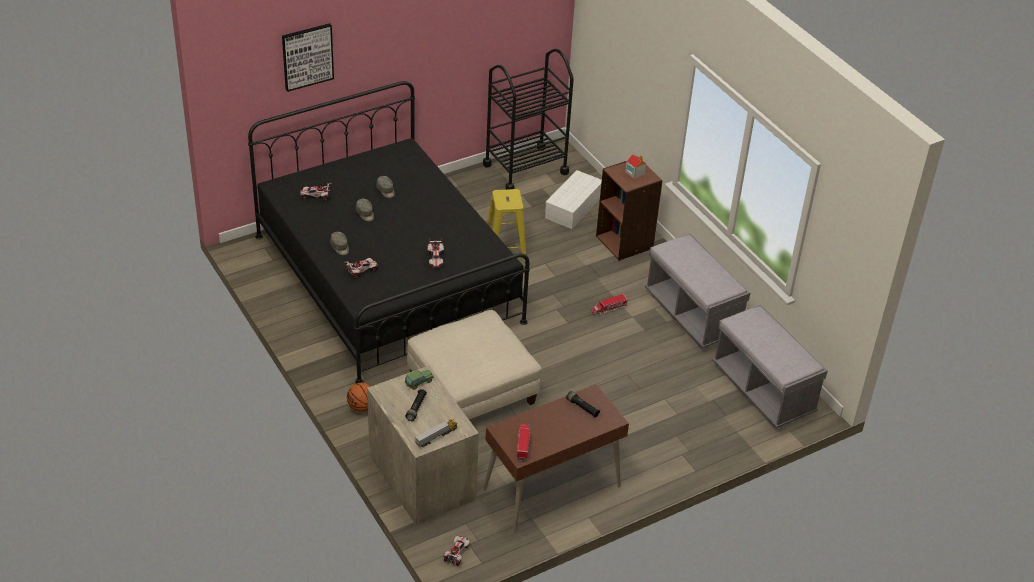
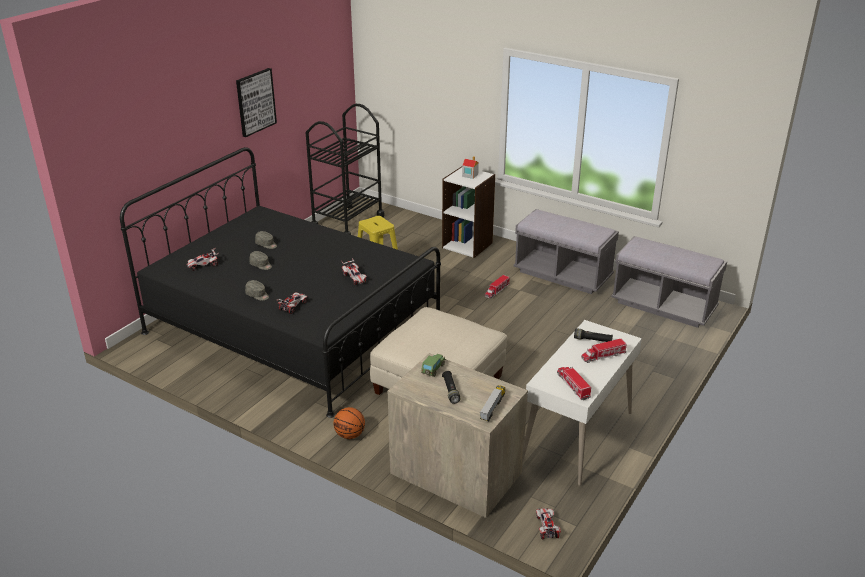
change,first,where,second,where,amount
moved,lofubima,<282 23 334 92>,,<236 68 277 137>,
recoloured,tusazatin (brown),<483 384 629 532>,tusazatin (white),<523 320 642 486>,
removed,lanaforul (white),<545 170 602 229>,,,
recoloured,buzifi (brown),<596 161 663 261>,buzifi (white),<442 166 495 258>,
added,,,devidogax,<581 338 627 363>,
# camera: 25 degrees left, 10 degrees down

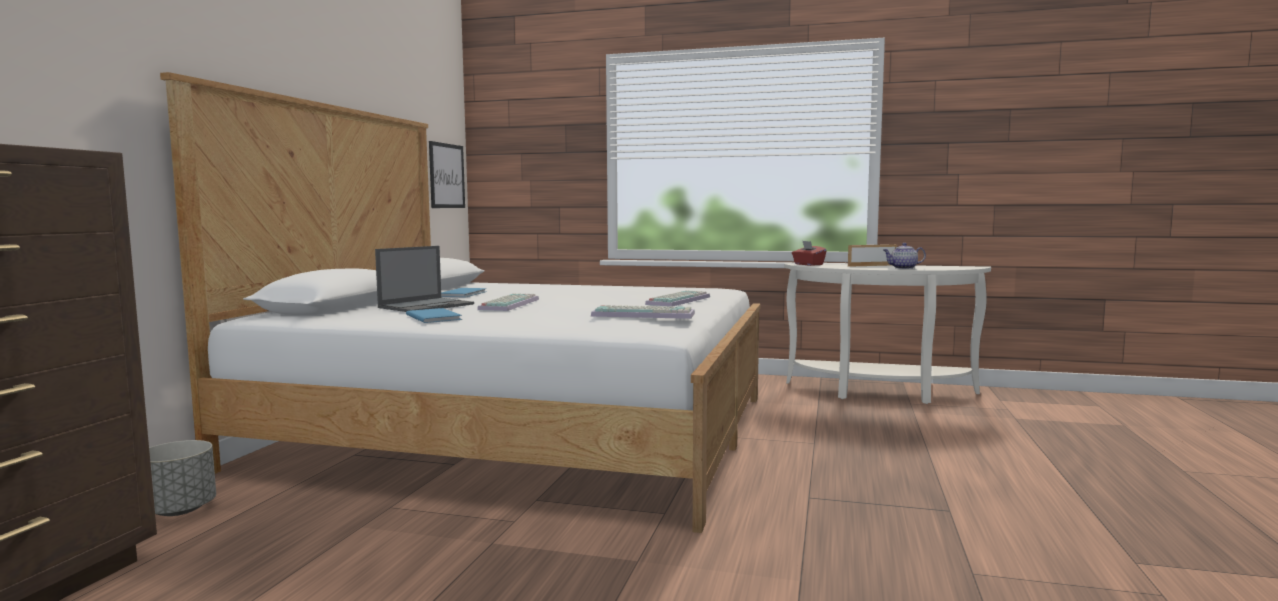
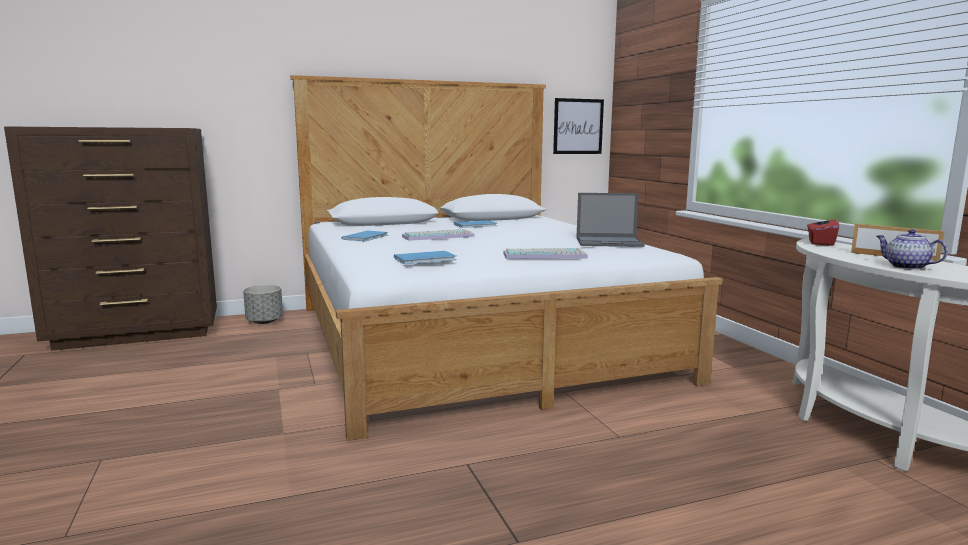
change,first,where,second,where,amount
moved,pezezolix,<375 246 474 312>,,<576 193 645 247>,
replaced,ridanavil,<591 305 695 319>,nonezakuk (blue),<394 251 457 264>,
# camera: 55 degrees right, 5 degrees up

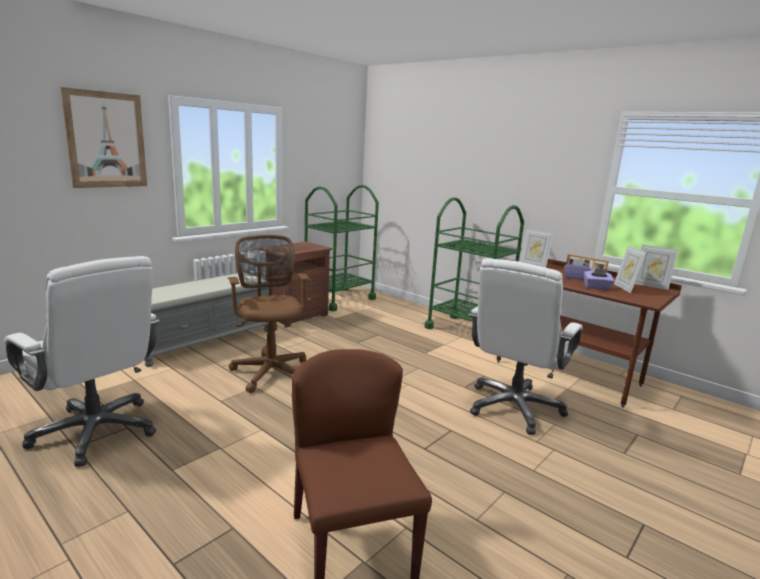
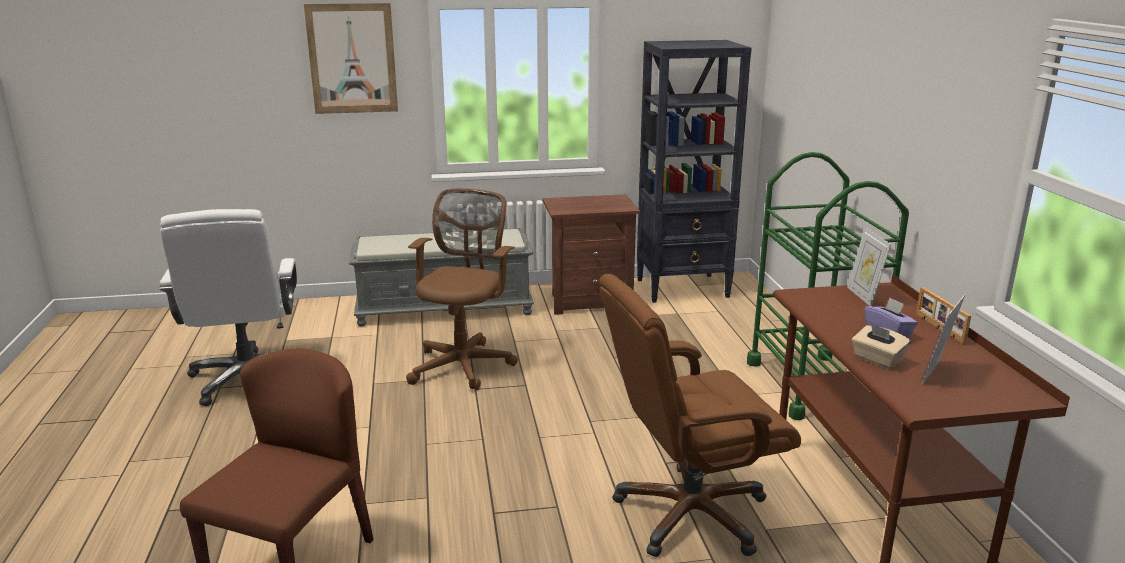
change,first,where,second,where,amount
replaced,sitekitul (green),<305 185 379 311>,buzifi (black),<637 40 752 303>,
recoloured,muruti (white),<469 258 583 435>,muruti (brown),<599 274 801 557>,
recoloured,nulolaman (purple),<584 268 614 290>,nulolaman (beige),<852 324 911 369>,
removed,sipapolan,<635 245 678 290>,,,
# camera: 40 degrees right, 5 degrees up

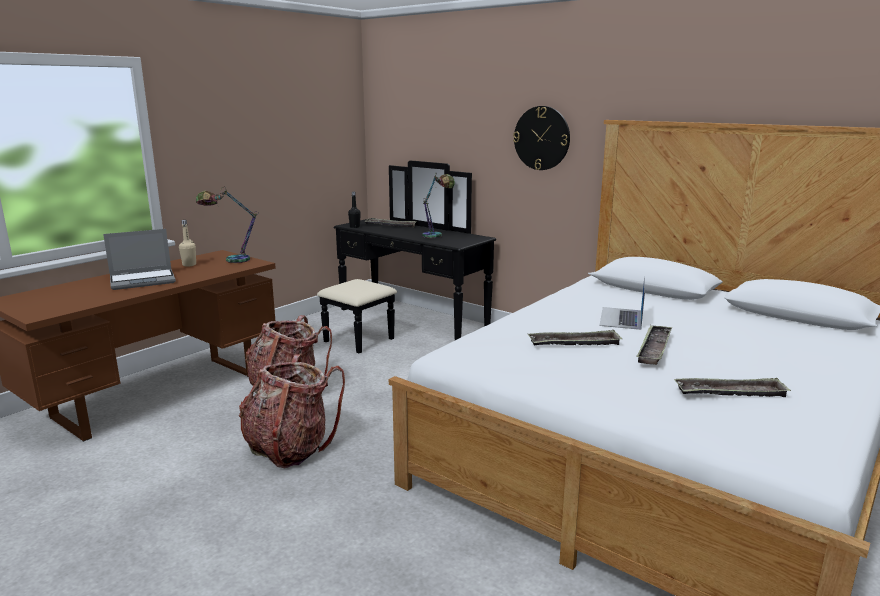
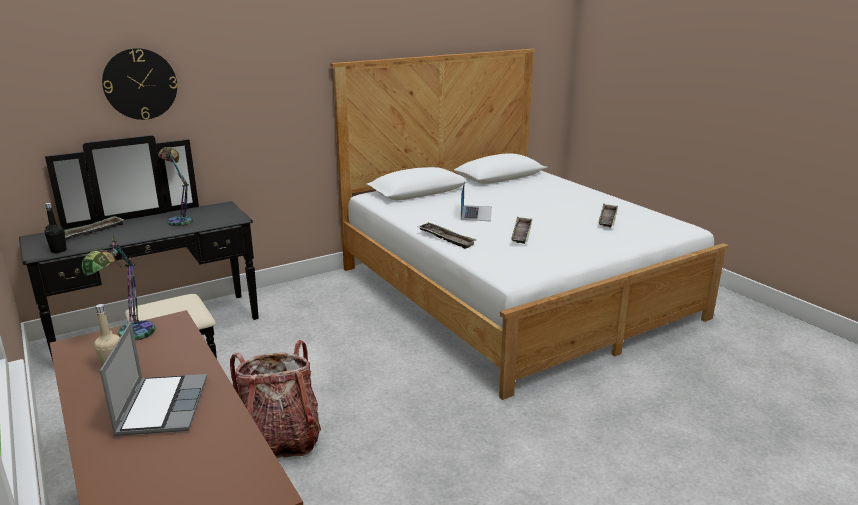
change,first,where,second,where,amount
removed,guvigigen,<239 354 345 468>,,,
moved,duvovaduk,<513 106 570 170>,,<102 48 177 120>,
turned,pezezolix,<599 277 645 330>,,<461 180 492 221>,120 degrees counterclockwise
moved,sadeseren,<636 325 672 365>,,<418 222 477 249>,
# camera: 70 degrees left, 5 degrees up

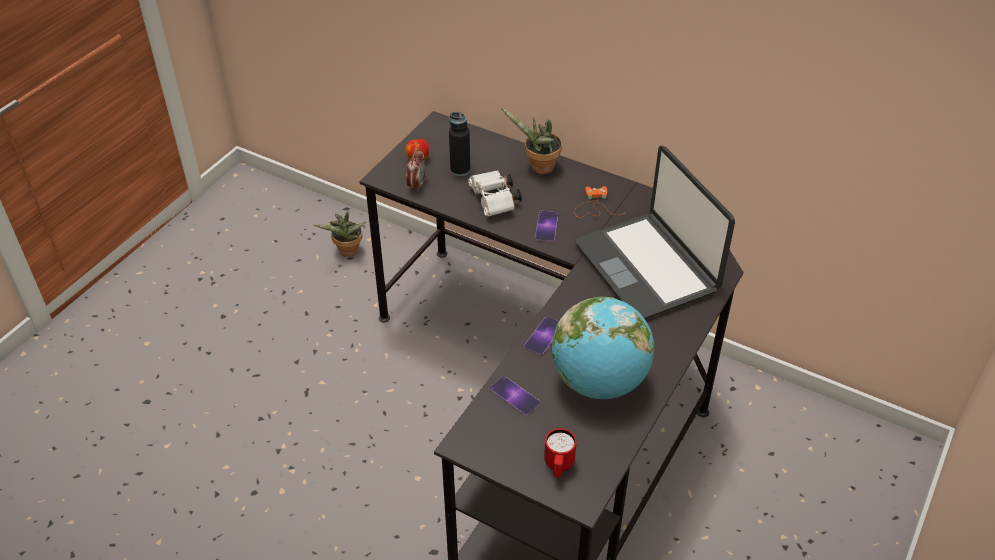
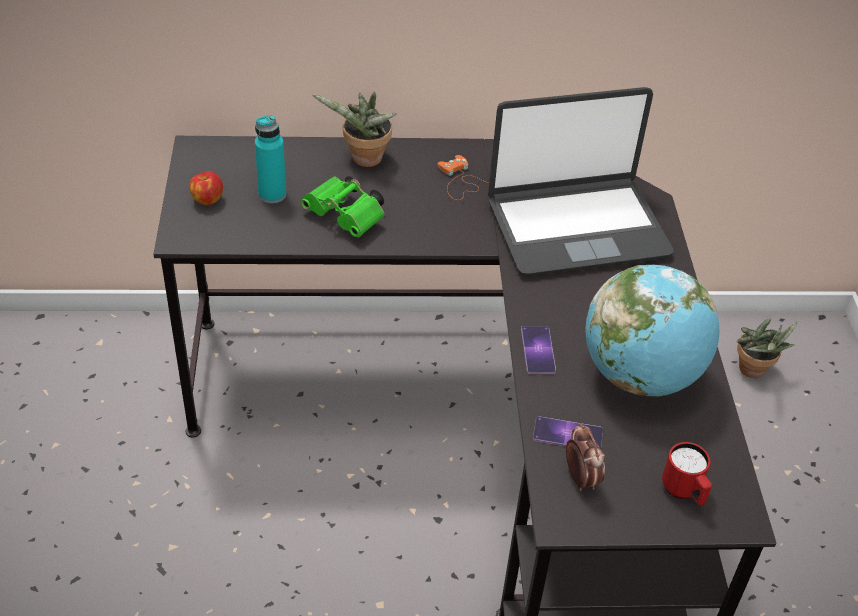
change,first,where,second,where,amount
moved,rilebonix,<314 212 366 257>,,<737 318 798 378>,
moved,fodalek,<406 149 426 192>,,<566 423 605 491>,
recoloured,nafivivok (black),<449 112 470 176>,nafivivok (turquoise),<255 115 286 203>,
recoloured,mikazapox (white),<468 170 522 217>,mikazapox (green),<301 176 384 237>,
removed,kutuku,<535 211 558 242>,,,
turned,pezezolix,<575 146 735 319>,,<488 87 673 276>,45 degrees counterclockwise
# camera: 35 degrees left, 0 degrees up

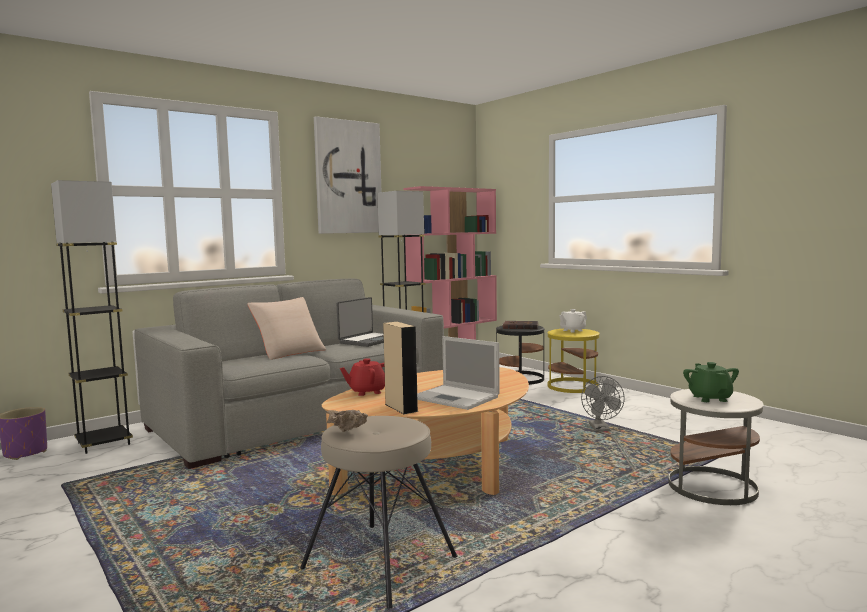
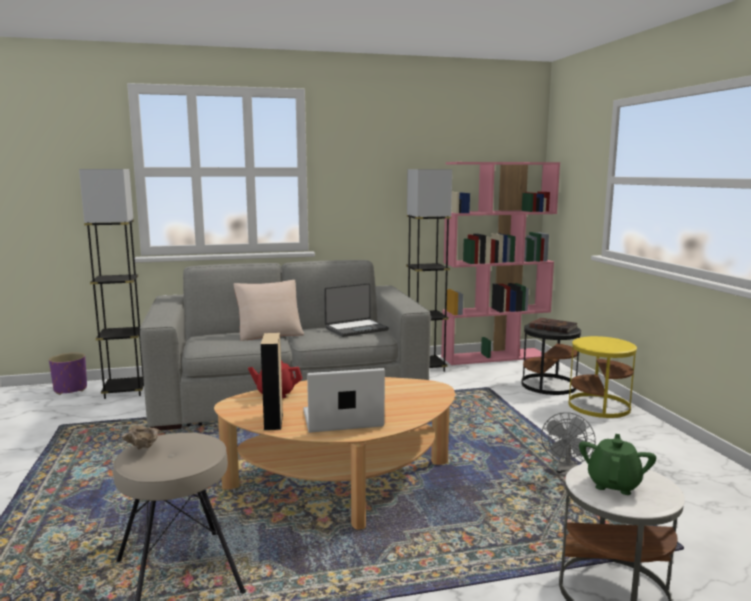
change,first,where,second,where,amount
removed,lofubima,<314 116 382 234>,,,
turned,pezezolix,<417 336 500 410>,,<303 368 385 433>,105 degrees clockwise
removed,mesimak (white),<559 309 587 332>,,,
# camera: 25 degrees right, 5 degrees up

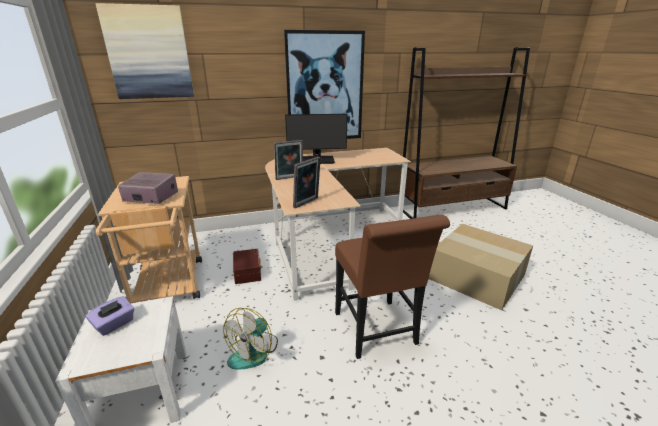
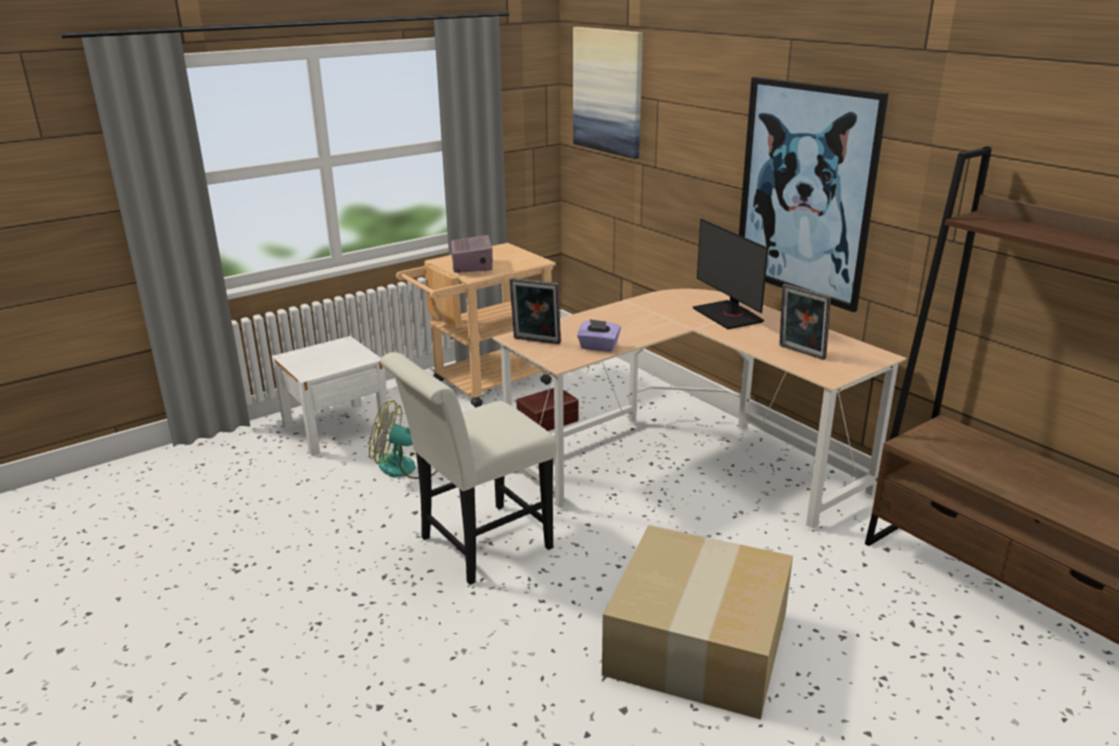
change,first,where,second,where,amount
moved,nulolaman (purple),<85 296 134 336>,,<577 319 621 352>,
moved,sipapolan,<274 140 303 180>,,<779 284 831 360>,
recoloured,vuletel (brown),<335 215 450 359>,vuletel (white),<380 352 557 585>,
# camera: 70 degrees right, 0 degrees up

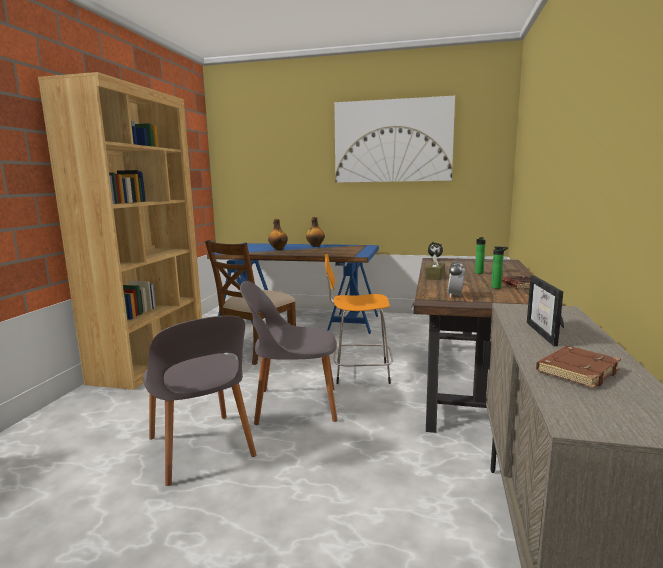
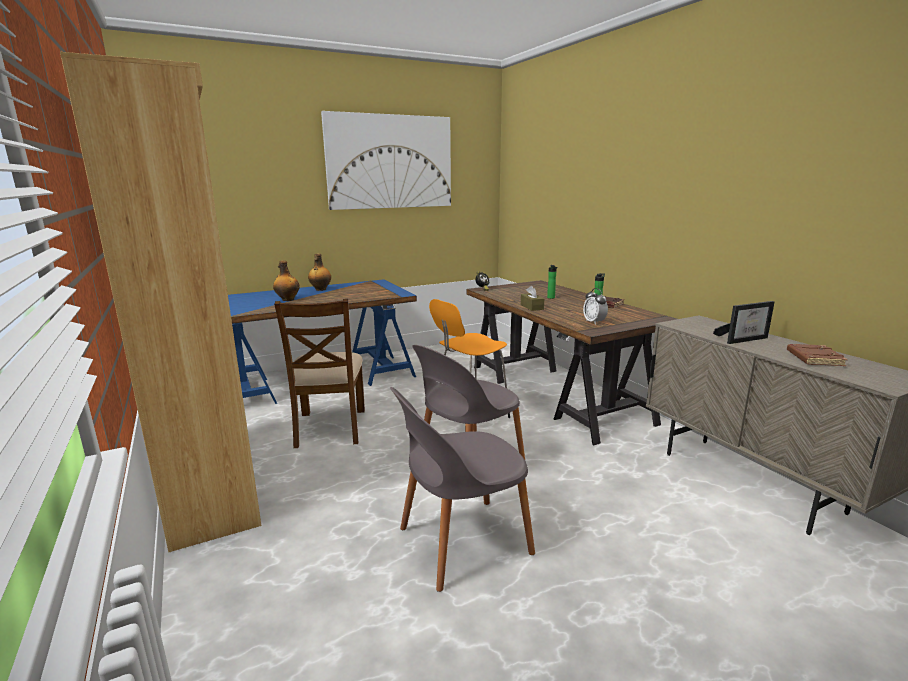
change,first,where,second,where,amount
turned,vuletel (grey),<143 315 256 486>,,<390 387 535 592>,135 degrees clockwise
turned,sipapolan,<527 276 564 346>,,<713 301 775 344>,75 degrees counterclockwise
# camera: 40 degrees left, 5 degrees up

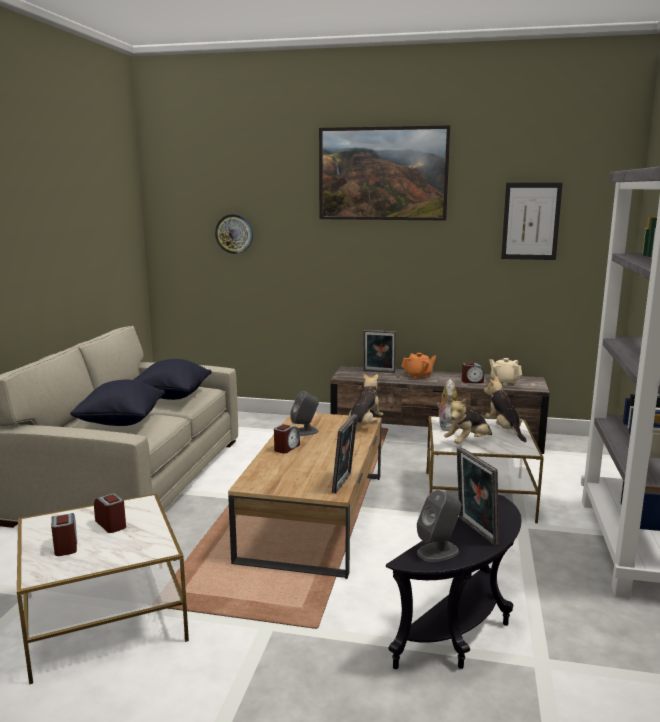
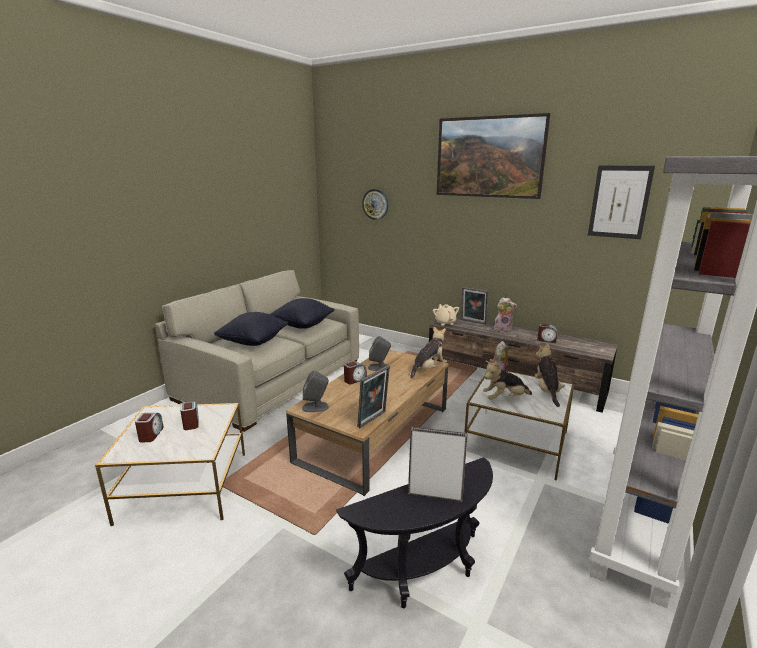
change,first,where,second,where,amount
replaced,mesimak (orange),<401 353 436 379>,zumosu,<494 298 517 332>,
moved,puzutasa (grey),<417 490 461 562>,,<302 370 329 412>,
turned,sipapolan,<457 447 499 546>,,<408 427 468 502>,105 degrees clockwise
moved,mesimak (beige),<489 358 522 385>,,<433 304 459 326>,
# camera: 20 degrees right, 5 degrees up

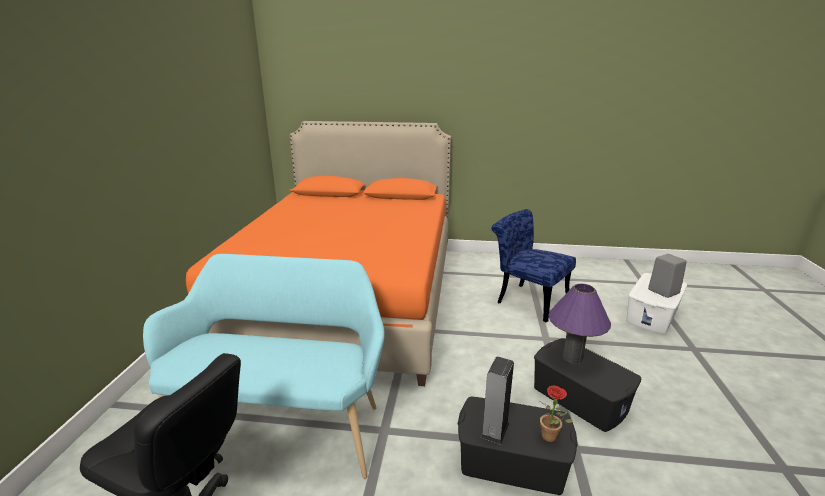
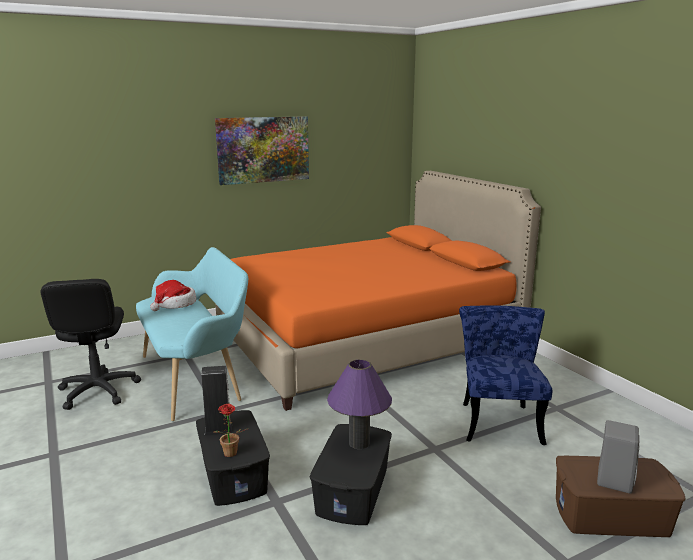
change,first,where,second,where,amount
recoloured,lanaforul (white),<627 273 687 334>,lanaforul (brown),<556 456 685 537>,
added,,,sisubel,<150 280 196 311>,
added,,,lofubima,<215 116 309 185>,
# camera: 55 degrees right, 5 degrees down

